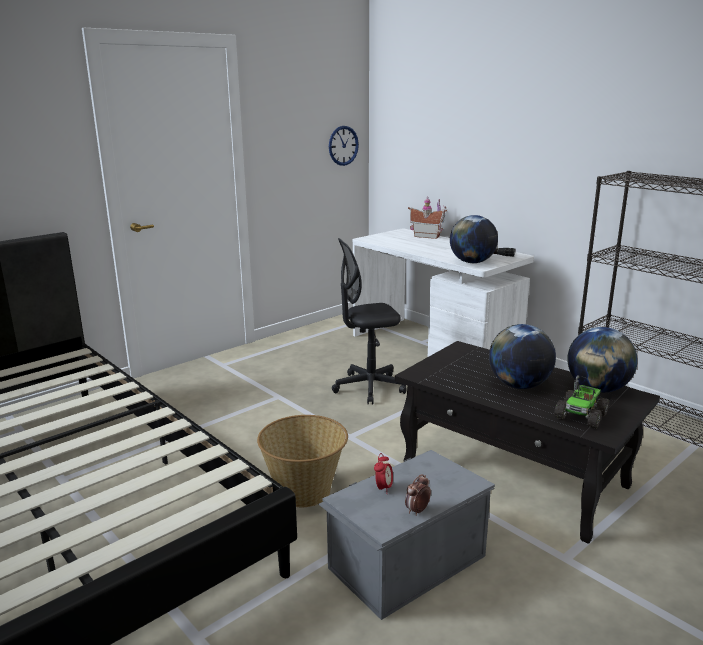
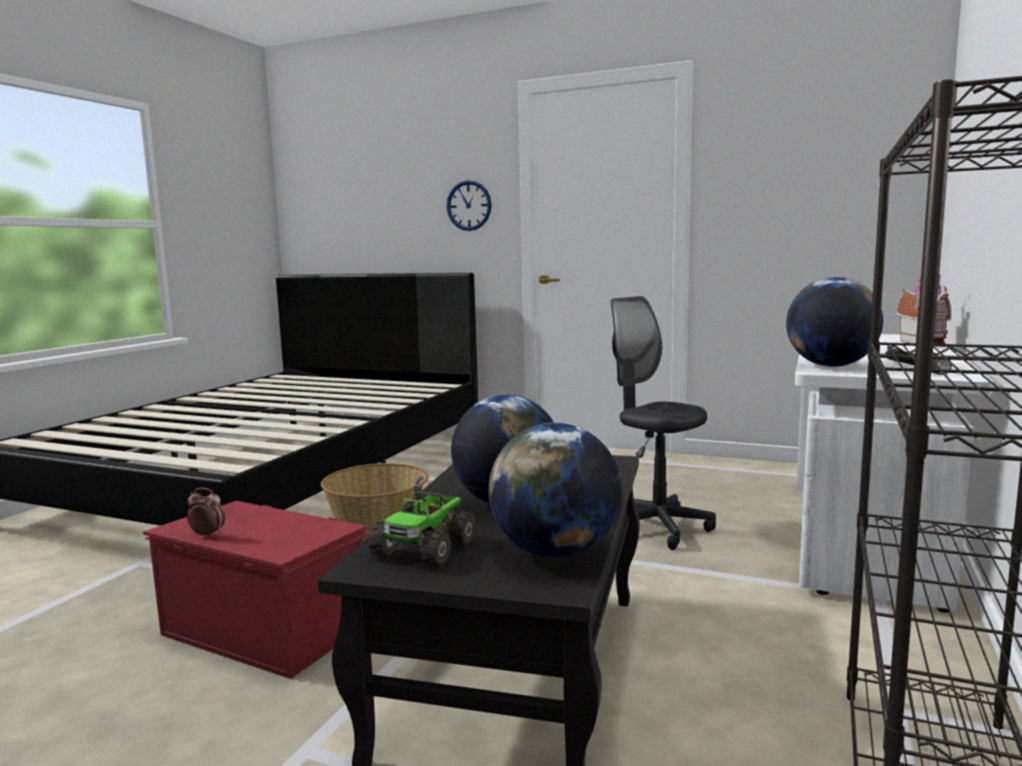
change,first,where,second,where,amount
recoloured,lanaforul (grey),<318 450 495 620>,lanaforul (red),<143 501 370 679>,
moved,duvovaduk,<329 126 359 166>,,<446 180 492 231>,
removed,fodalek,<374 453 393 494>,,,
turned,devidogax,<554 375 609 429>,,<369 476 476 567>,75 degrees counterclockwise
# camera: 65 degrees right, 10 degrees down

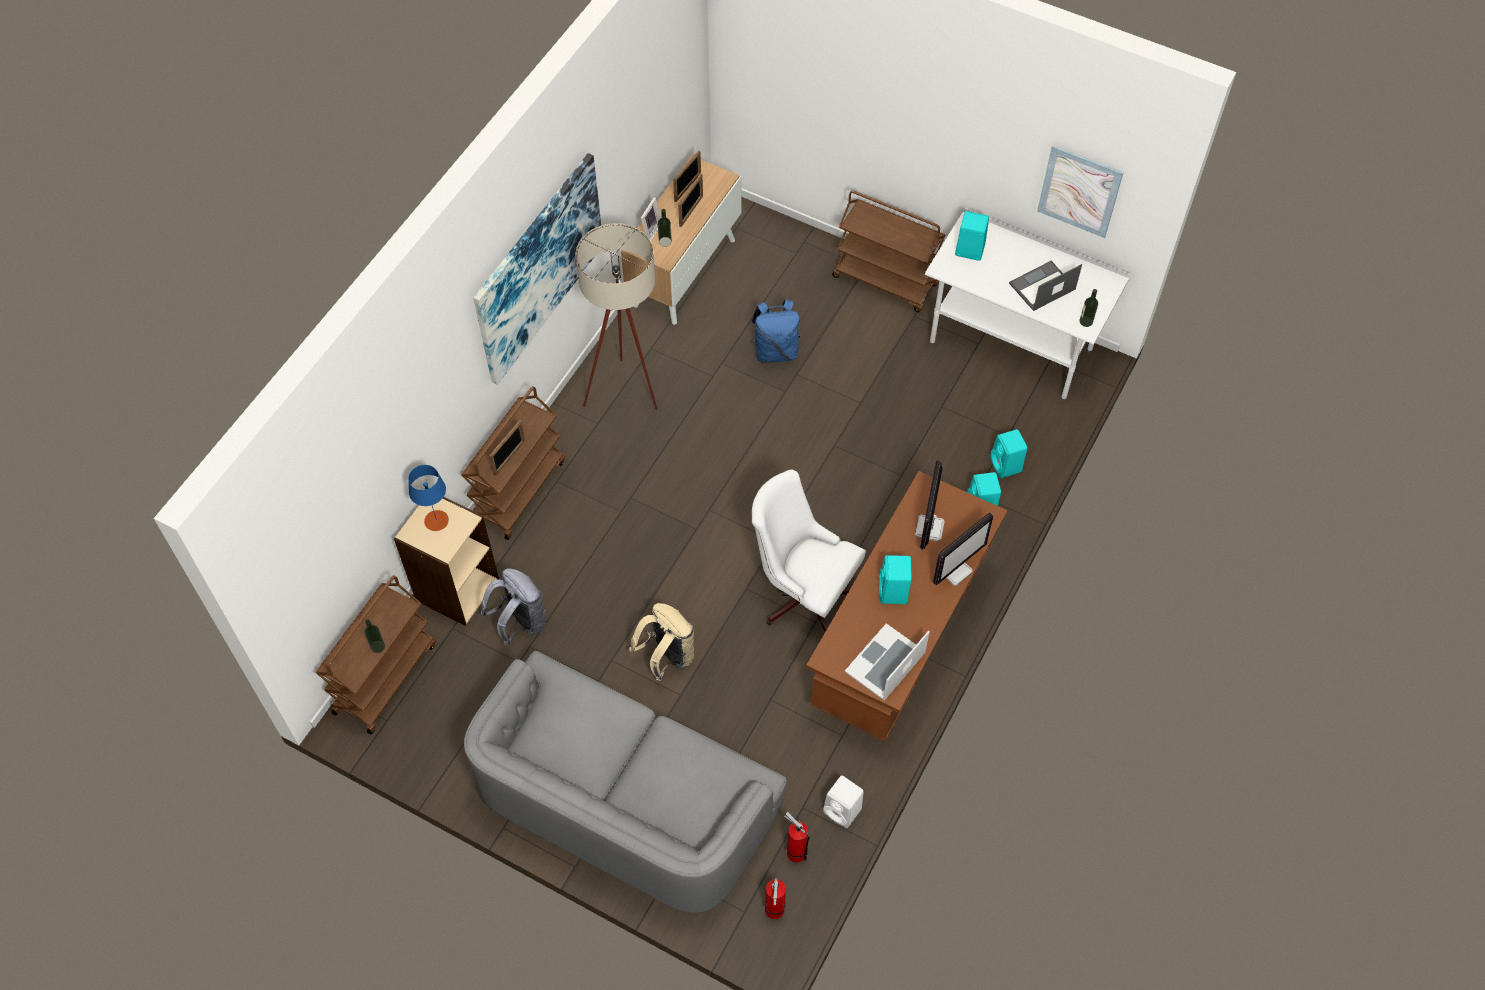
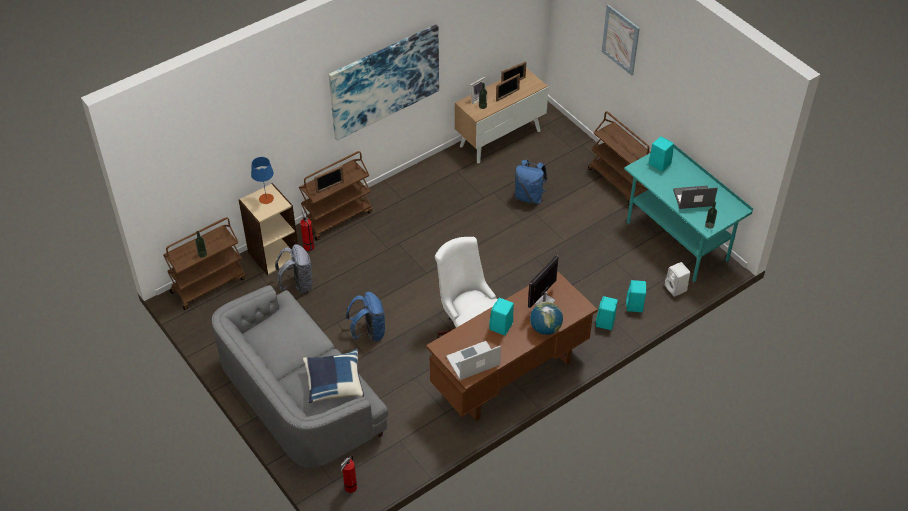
change,first,where,second,where,amount
removed,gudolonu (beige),<575 223 658 410>,,,
recoloured,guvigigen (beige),<629 603 694 681>,guvigigen (blue),<346 292 386 342>,
moved,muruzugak,<784 812 810 863>,,<300 208 314 251>,
moved,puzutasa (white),<823 775 864 828>,,<665 262 690 297>,
recoloured,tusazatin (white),<925 208 1130 401>,tusazatin (turquoise),<624 145 753 283>,
replaced,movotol,<933 513 994 586>,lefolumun,<530 302 563 335>,
moved,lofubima,<1037 145 1124 238>,,<602 4 640 75>,
added,,,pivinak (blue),<303 349 364 403>,
# camera: 25 degrees right, 10 degrees down

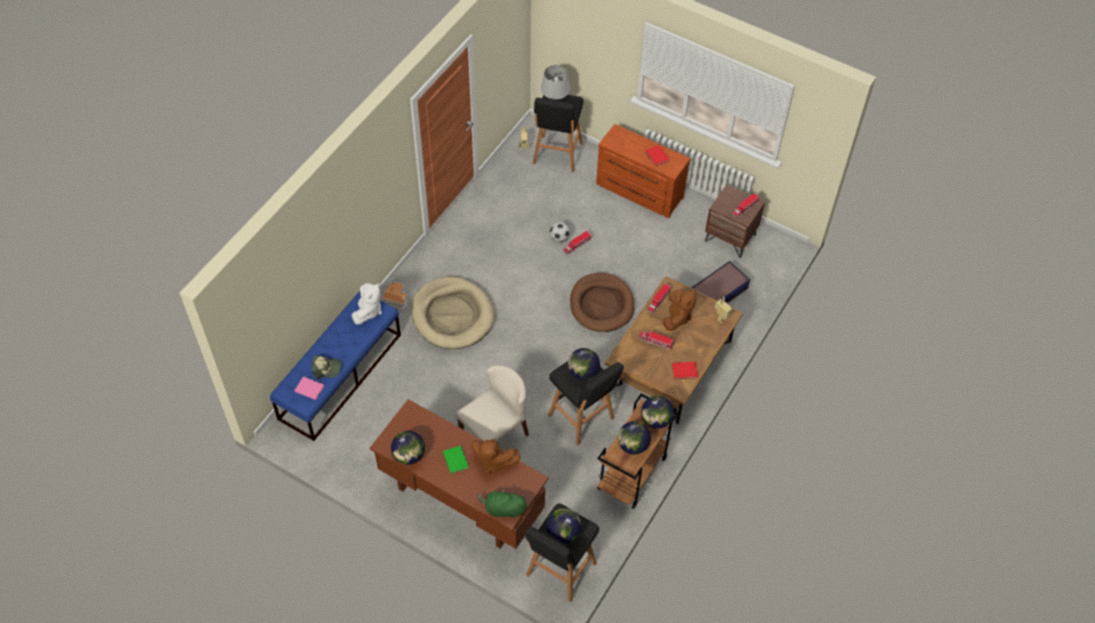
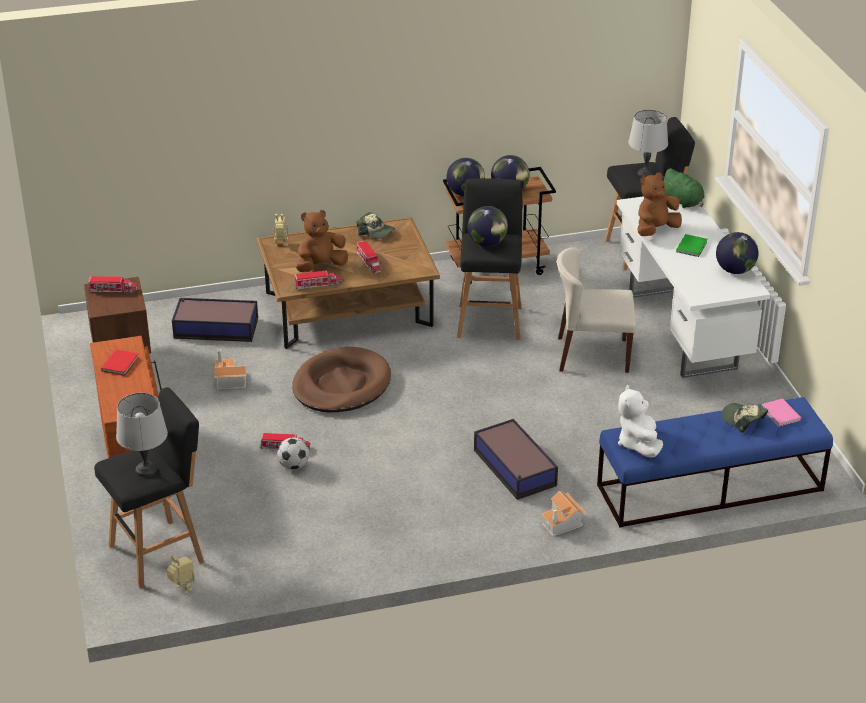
change,first,where,second,where,amount
turned,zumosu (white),<352 282 382 324>,,<618 385 663 458>,60 degrees counterclockwise
recoloured,tusazatin (brown),<370 399 549 549>,tusazatin (white),<617 196 771 378>,
replaced,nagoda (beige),<411 277 494 349>,lanaforul,<474 419 558 500>,
turned,zumosu (brown),<471 439 521 474>,,<637 172 682 236>,105 degrees counterclockwise
replaced,lefolumun,<546 508 581 544>,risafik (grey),<629 110 668 177>,
replaced,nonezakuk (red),<672 362 698 380>,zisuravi,<357 212 395 239>,
added,,,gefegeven,<214 350 246 390>,
# camera: 135 degrees left, 20 degrees down

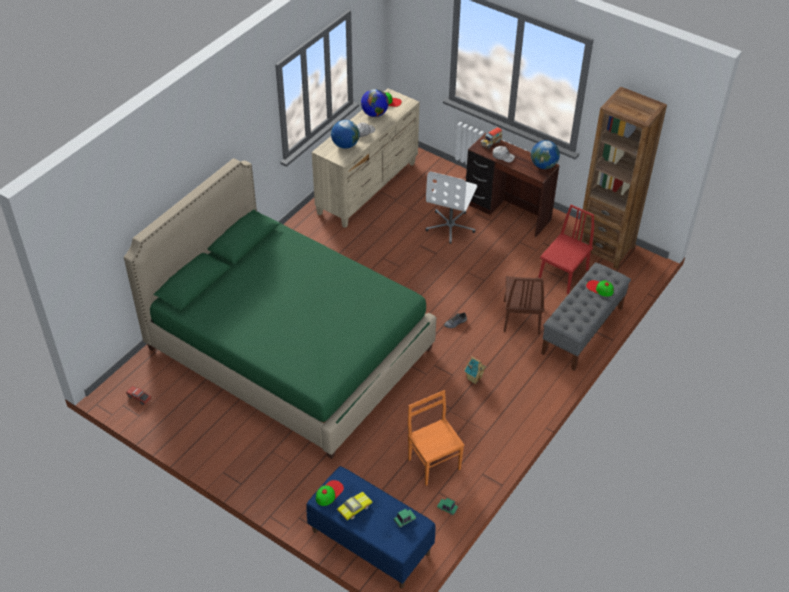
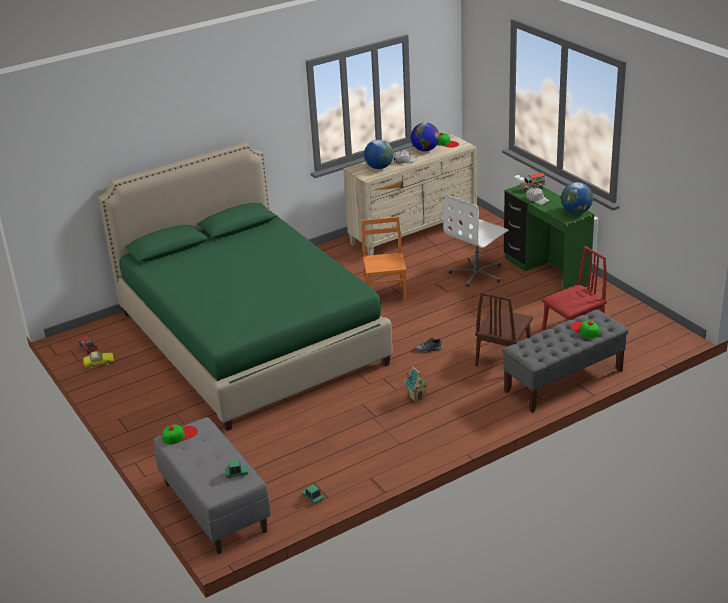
change,first,where,second,where,amount
recoloured,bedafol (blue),<306 466 436 588>,bedafol (grey),<154 417 271 554>,
moved,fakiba,<337 492 373 520>,,<83 351 114 369>,
moved,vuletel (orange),<408 390 464 486>,,<362 217 407 303>,
recoloured,tusazatin (brown),<466 133 560 237>,tusazatin (green),<504 185 594 290>,
removed,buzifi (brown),<577 86 667 269>,,,
# camera: 25 degrees right, 15 degrees down

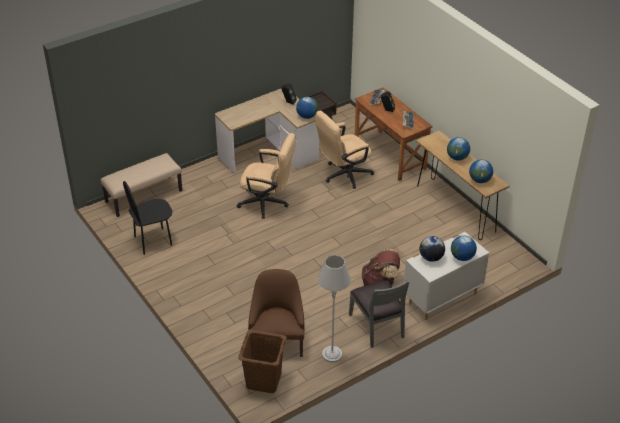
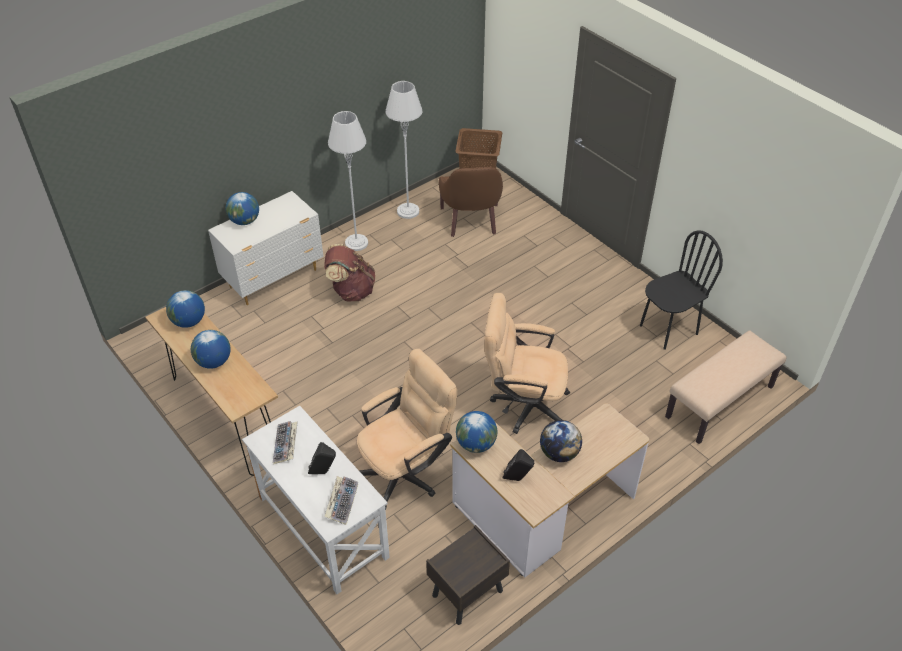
change,first,where,second,where,amount
replaced,vuletel (grey),<349 280 409 348>,gudolonu (grey),<328 111 368 251>,
recoloured,tusazatin (brown),<355 87 433 181>,tusazatin (white),<242 406 390 594>,
moved,lefolumun,<419 236 445 262>,,<540 420 582 462>,
# camera: 175 degrees right, 5 degrees up

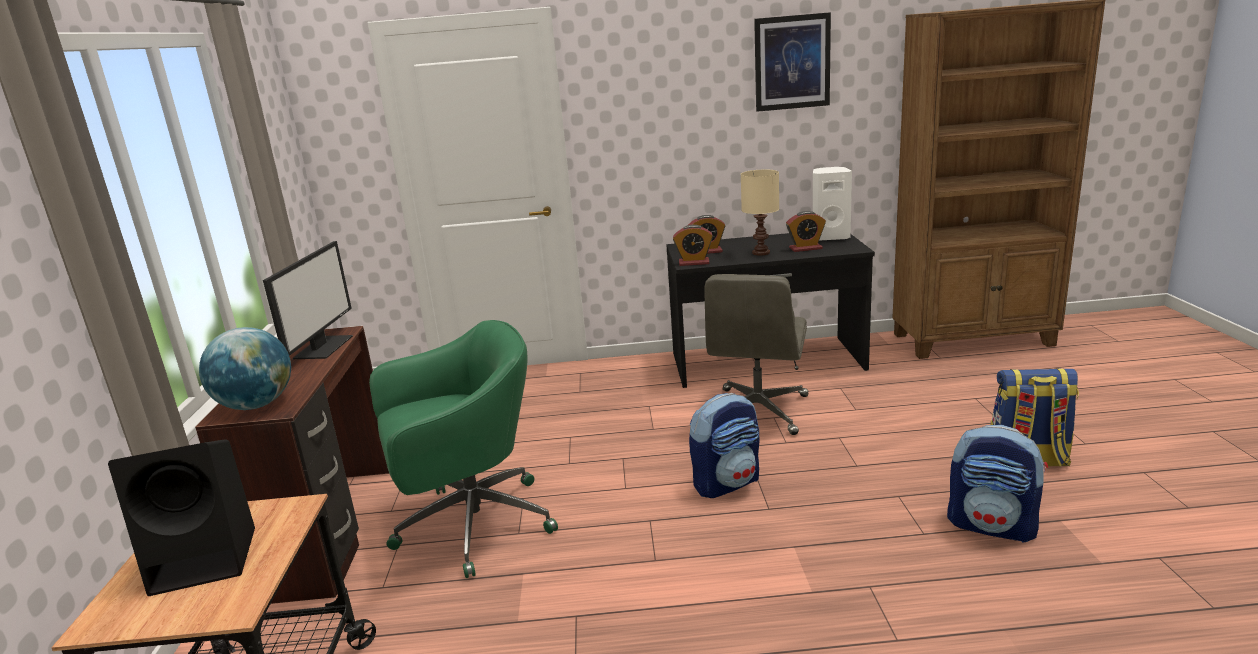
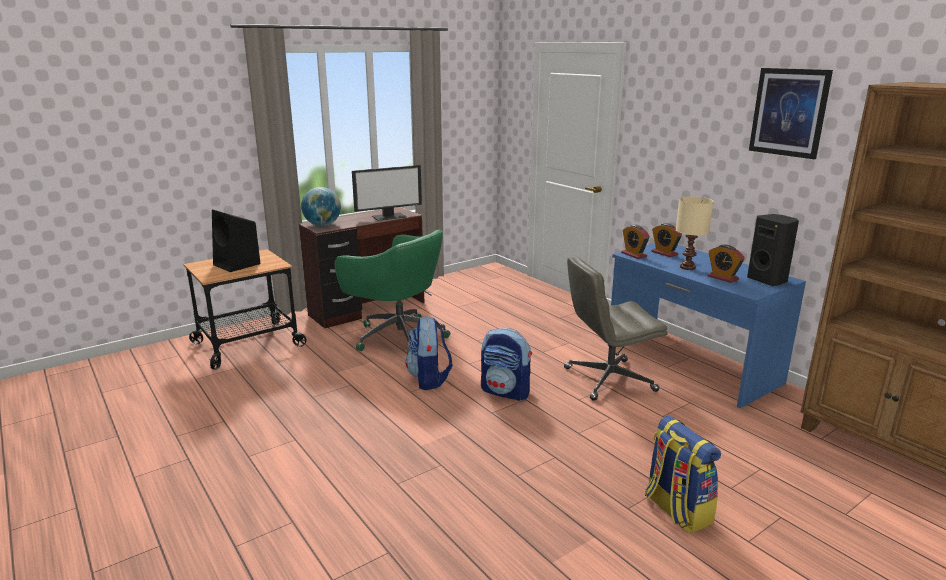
change,first,where,second,where,amount
recoloured,tusazatin (black),<666 233 875 388>,tusazatin (blue),<608 243 806 408>,
recoloured,puzutasa (white),<813 167 852 241>,puzutasa (black),<747 214 799 286>,
moved,guvigigen,<947 425 1048 543>,,<405 316 453 390>,
# camera: 55 degrees right, 0 degrees up

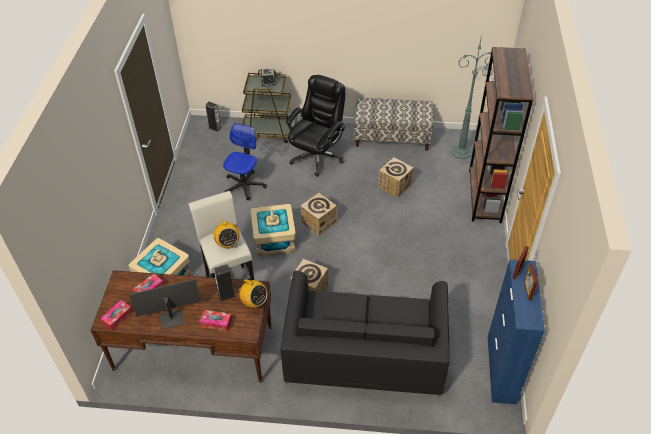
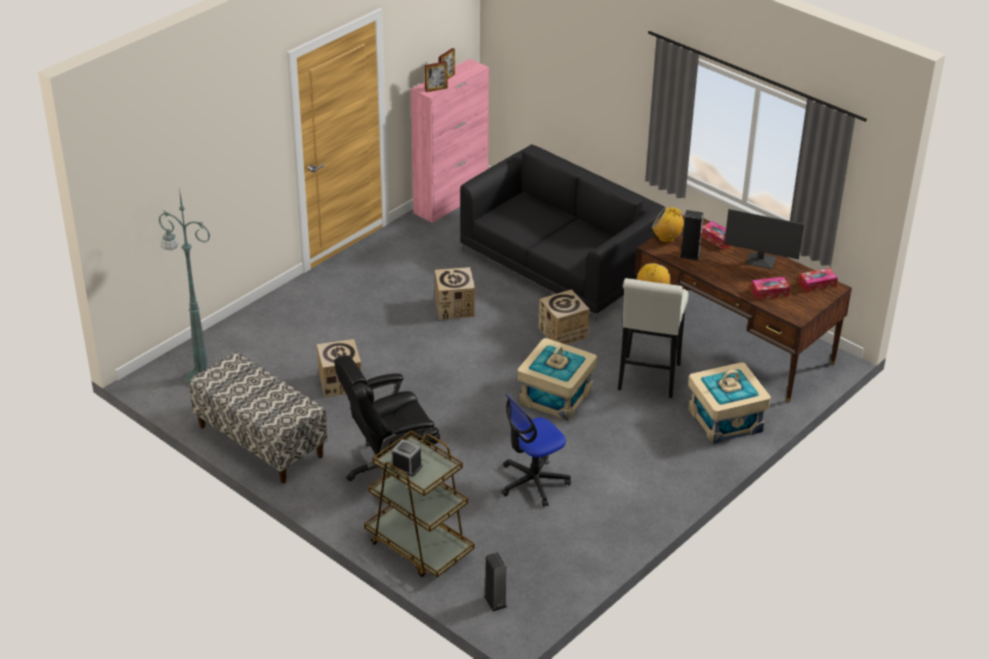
change,first,where,second,where,amount
turned,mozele,<239 279 267 308>,,<652 207 684 243>,60 degrees counterclockwise
moved,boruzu,<301 193 337 236>,,<435 267 475 320>,
removed,buzifi (brown),<469 47 534 223>,,,
recoloured,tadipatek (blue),<488 259 545 404>,tadipatek (pink),<411 59 489 223>,
# camera: 145 degrees left, 10 degrees down

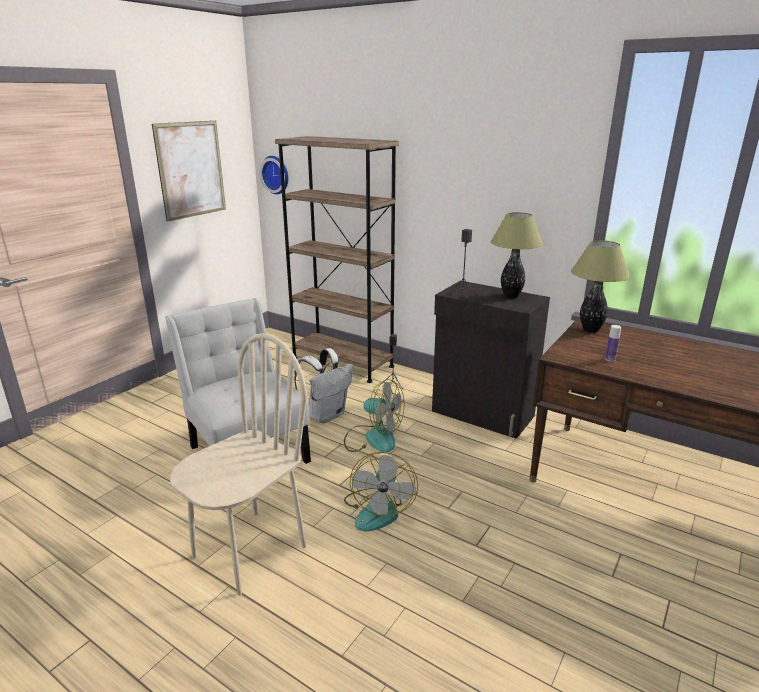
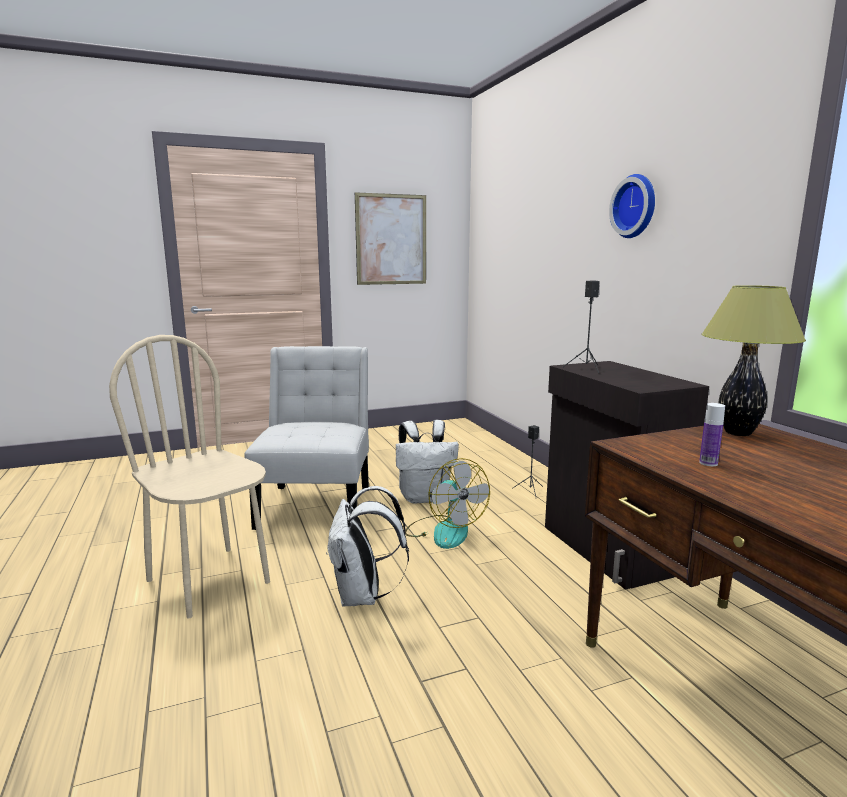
change,first,where,second,where,amount
turned,vuletel (beige),<170 333 307 595>,,<109 335 270 619>,120 degrees counterclockwise
moved,duvovaduk,<260 156 289 194>,,<609 174 655 238>,
removed,buzifi (brown),<275 136 399 383>,,,
replaced,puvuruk,<344 452 418 531>,guvigigen (white),<326 486 409 607>,
removed,risafik,<491 212 543 298>,,,
# camera: 35 degrees right, 10 degrees down

